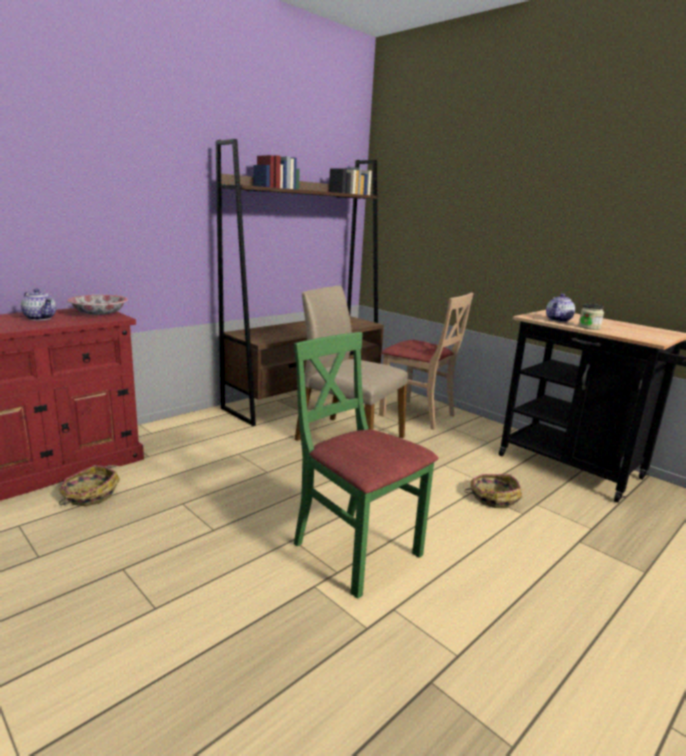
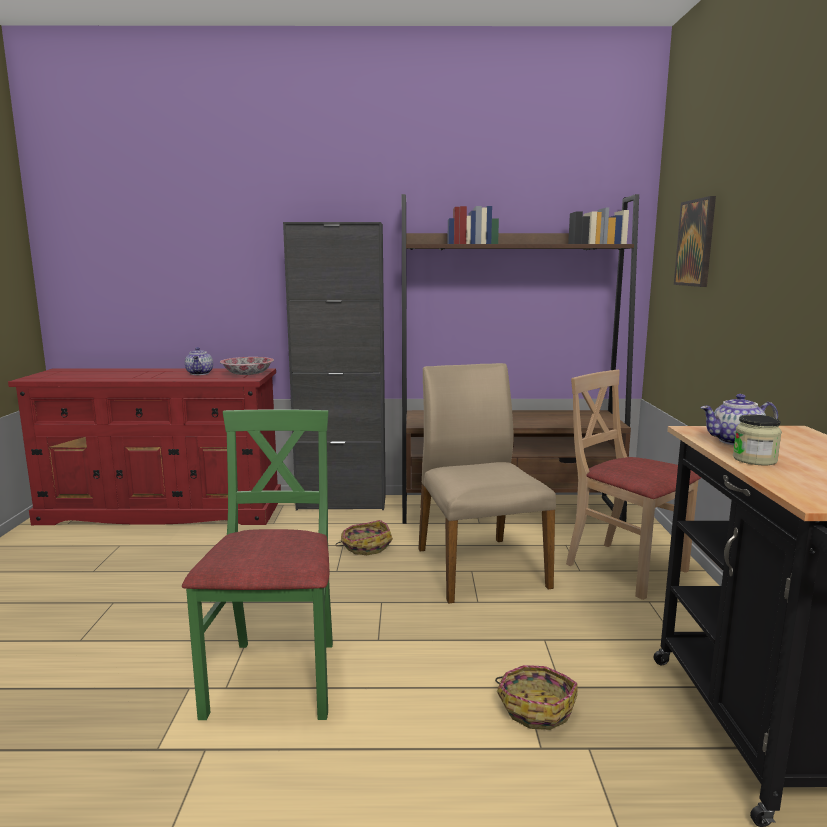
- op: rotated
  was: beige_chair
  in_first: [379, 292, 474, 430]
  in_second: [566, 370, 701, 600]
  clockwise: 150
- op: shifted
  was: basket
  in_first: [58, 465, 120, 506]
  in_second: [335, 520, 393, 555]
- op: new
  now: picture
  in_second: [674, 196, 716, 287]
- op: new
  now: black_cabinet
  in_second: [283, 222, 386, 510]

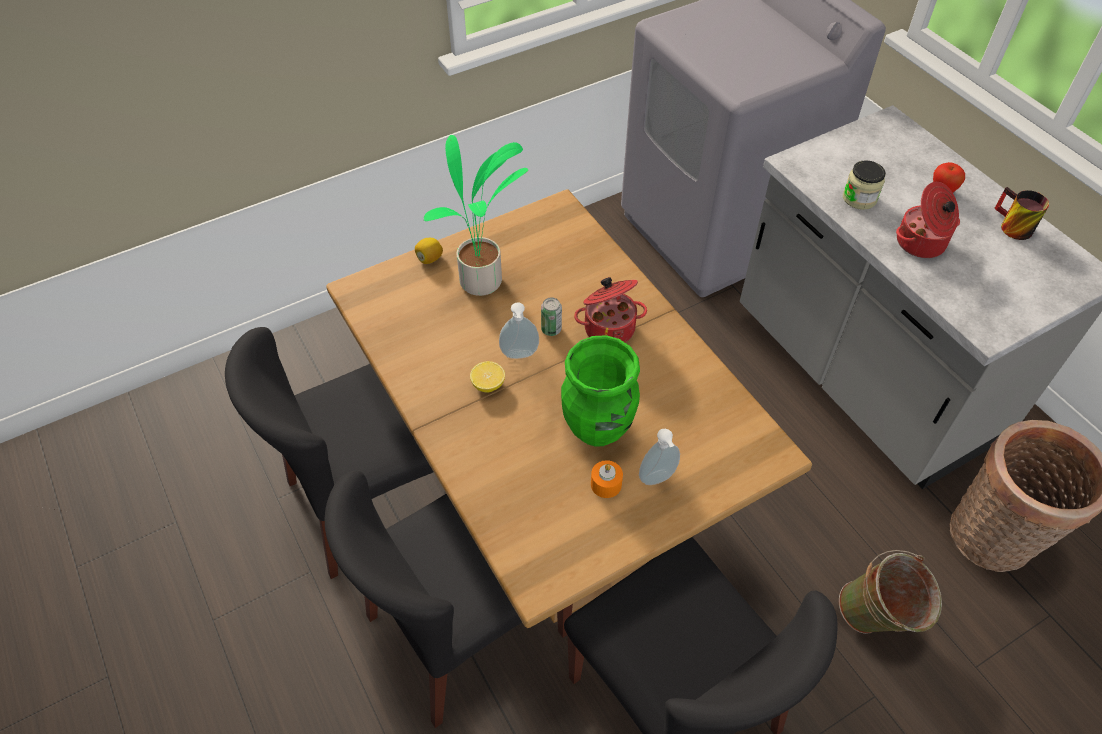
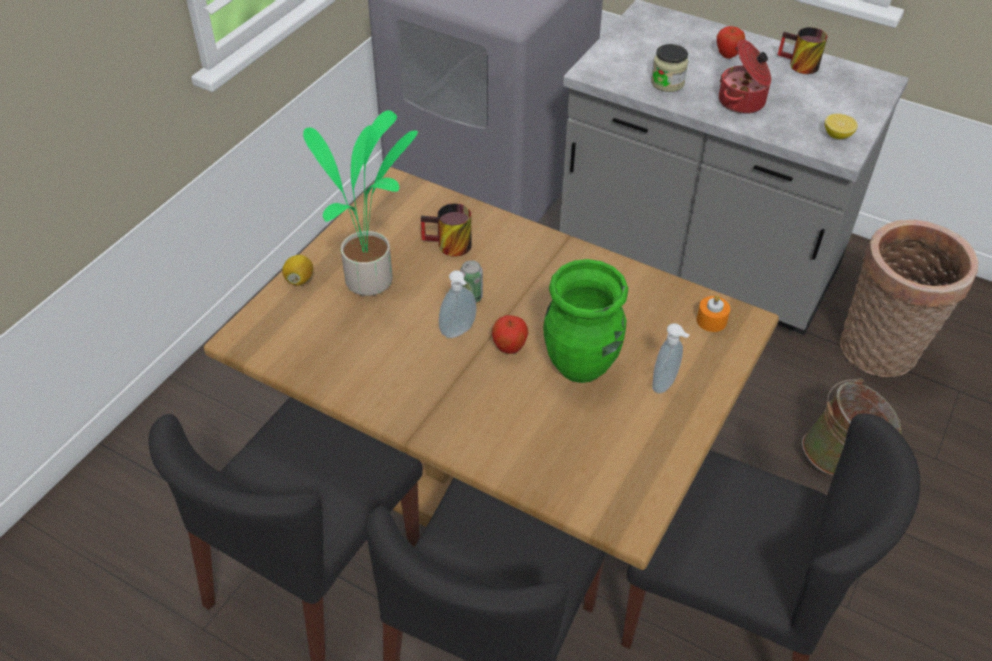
- op: gone
  was: cooking_pot
  in_first: [574, 277, 647, 342]
- op: shifted
  was: lemon
  in_first: [470, 361, 505, 392]
  in_second: [825, 114, 858, 139]
- op: shifted
  was: orange_candle
  in_first: [591, 460, 623, 498]
  in_second: [697, 295, 730, 332]
- op: new
  now: mug
  in_second: [421, 203, 472, 257]
- op: new
  now: apple
  in_second: [492, 315, 529, 354]

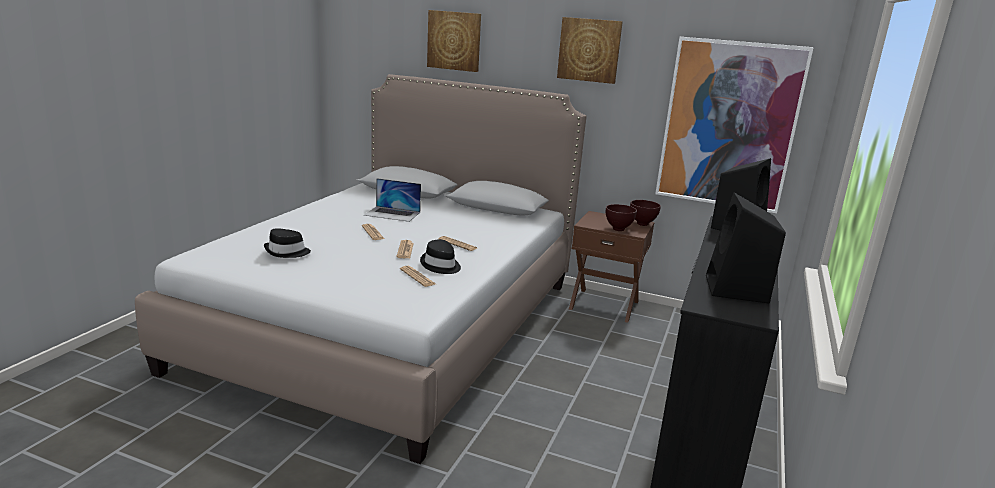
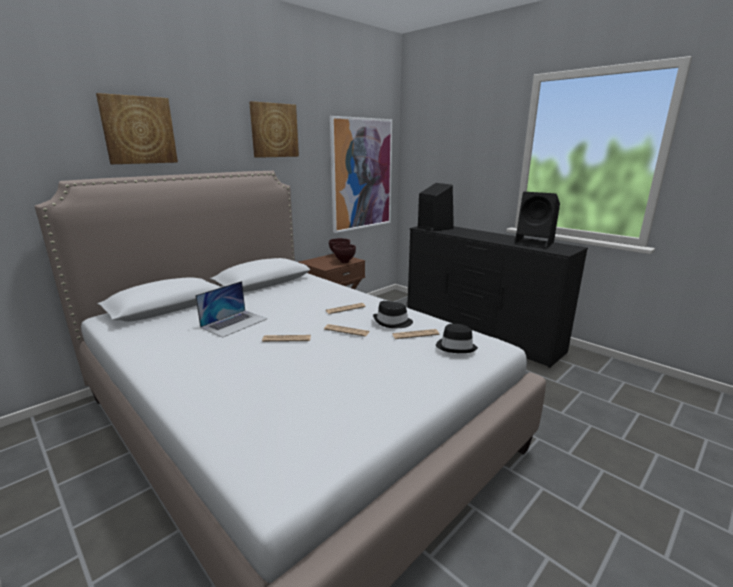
- op: shifted
  was: black_hat
  in_first: [264, 228, 311, 258]
  in_second: [436, 324, 478, 353]

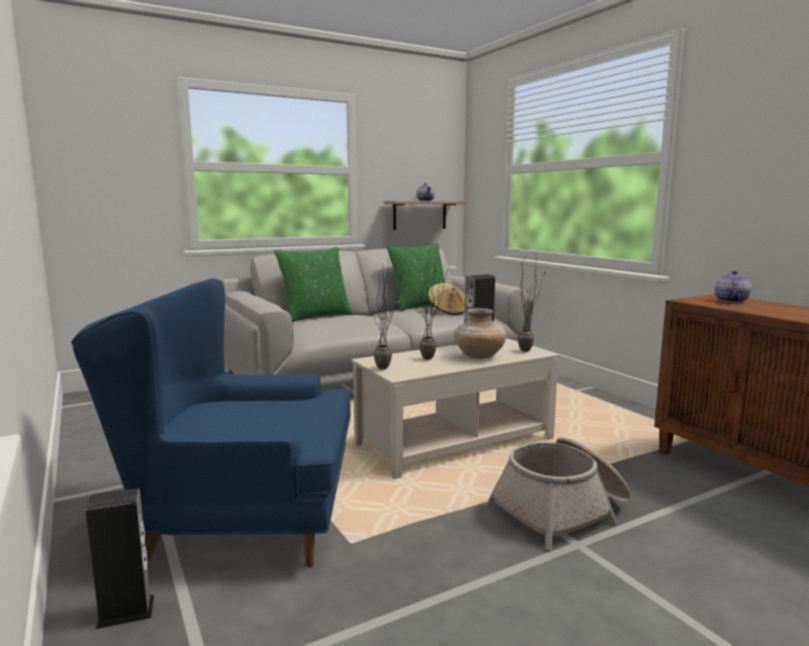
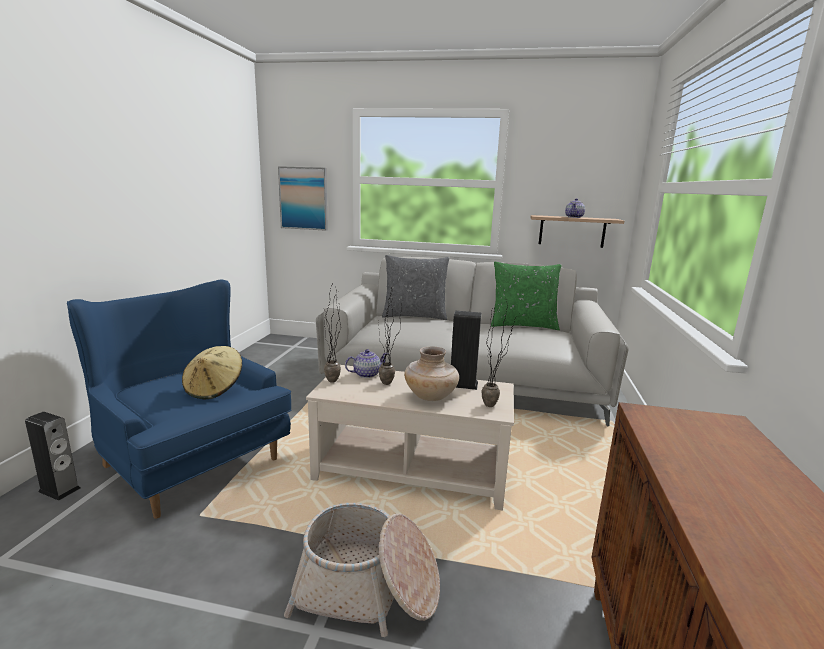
- op: repainted
  was: green_pillow
  now: grey_pillow
  in_first: [274, 247, 353, 322]
  in_second: [382, 255, 450, 320]
- op: shifted
  was: teapot
  in_first: [715, 271, 751, 303]
  in_second: [345, 349, 388, 378]
- op: shifted
  was: beige_hat
  in_first: [428, 283, 465, 315]
  in_second: [182, 346, 242, 399]
- op: new
  now: picture
  in_second: [278, 166, 328, 231]

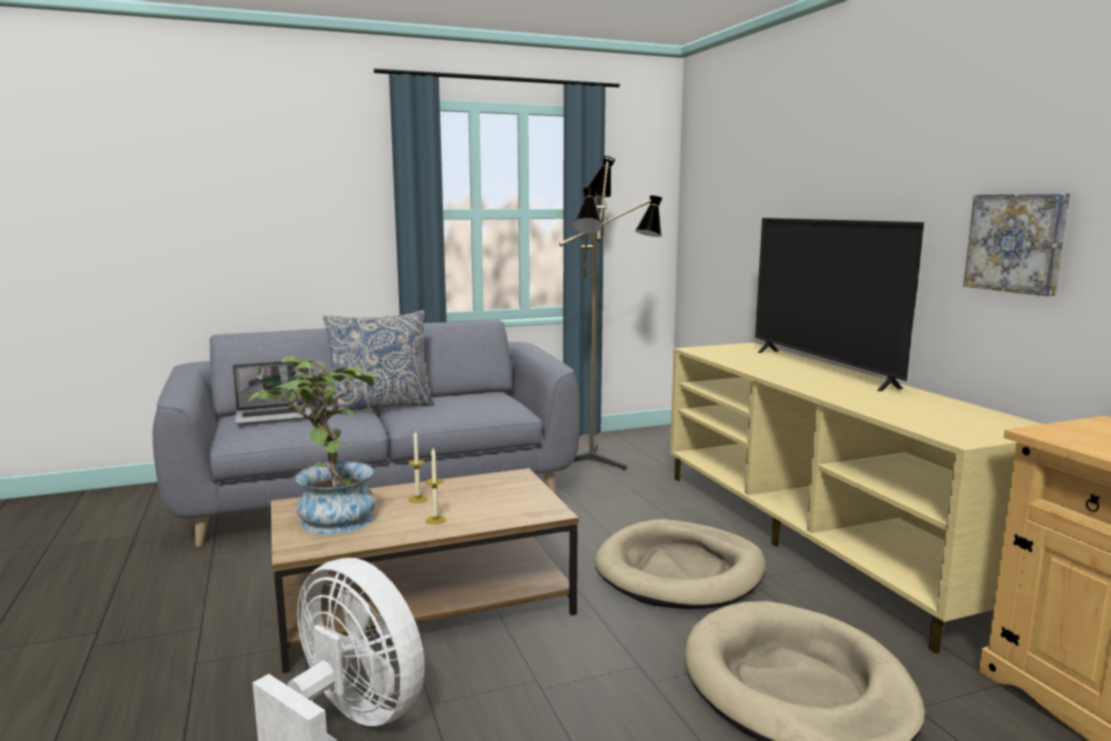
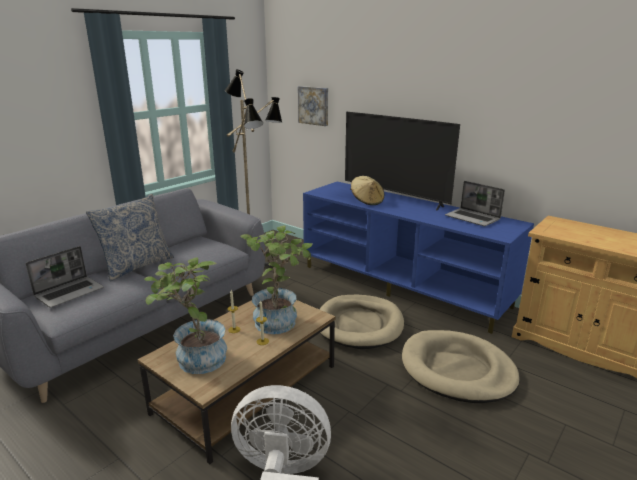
- op: shifted
  was: picture
  in_first: [963, 193, 1070, 296]
  in_second: [298, 86, 328, 126]
- op: repainted
  was: beige_tv_stand
  now: blue_tv_stand
  in_first: [670, 343, 1042, 654]
  in_second: [303, 182, 534, 334]
- op: new
  now: beige_hat
  in_second: [351, 176, 384, 205]
- op: new
  now: laptop
  in_second: [445, 181, 505, 226]
- op: new
  now: potted_plant
  in_second: [240, 226, 313, 334]

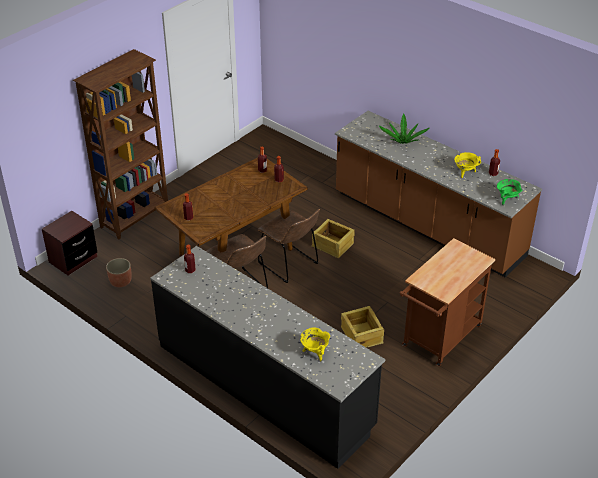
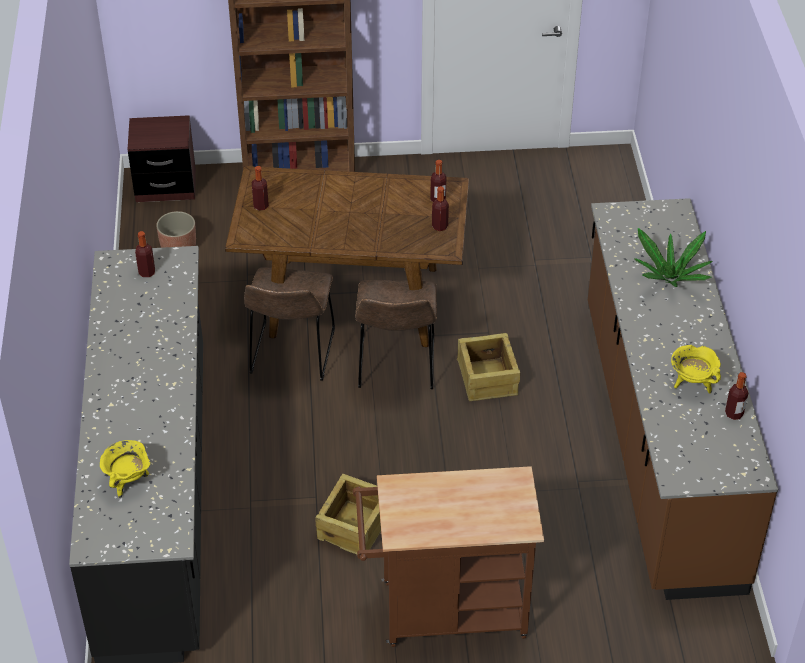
- op: gone
  was: green_cooking_pot
  in_first: [497, 179, 523, 206]

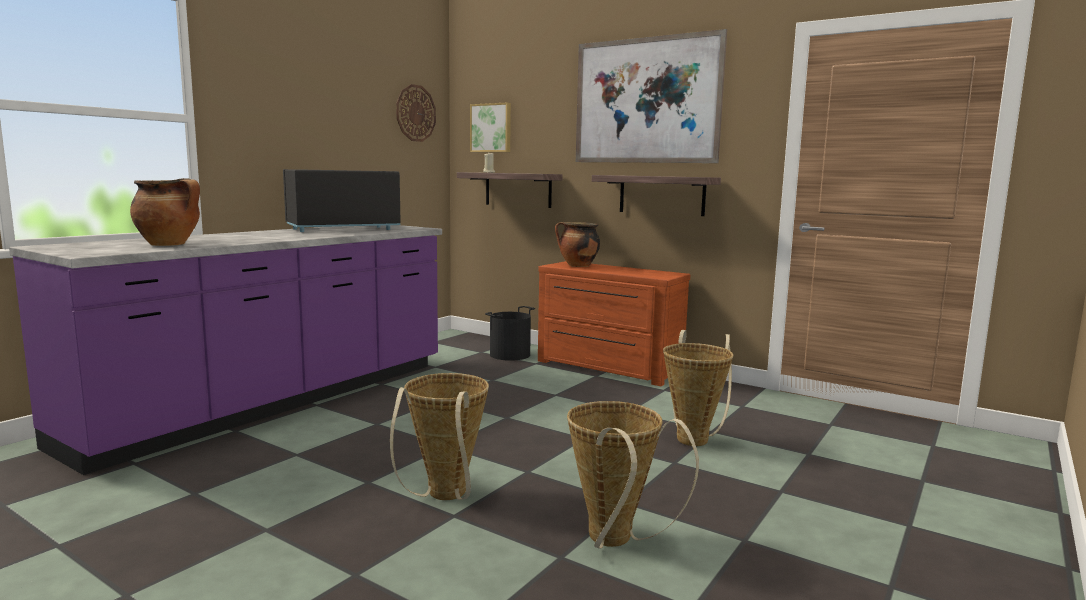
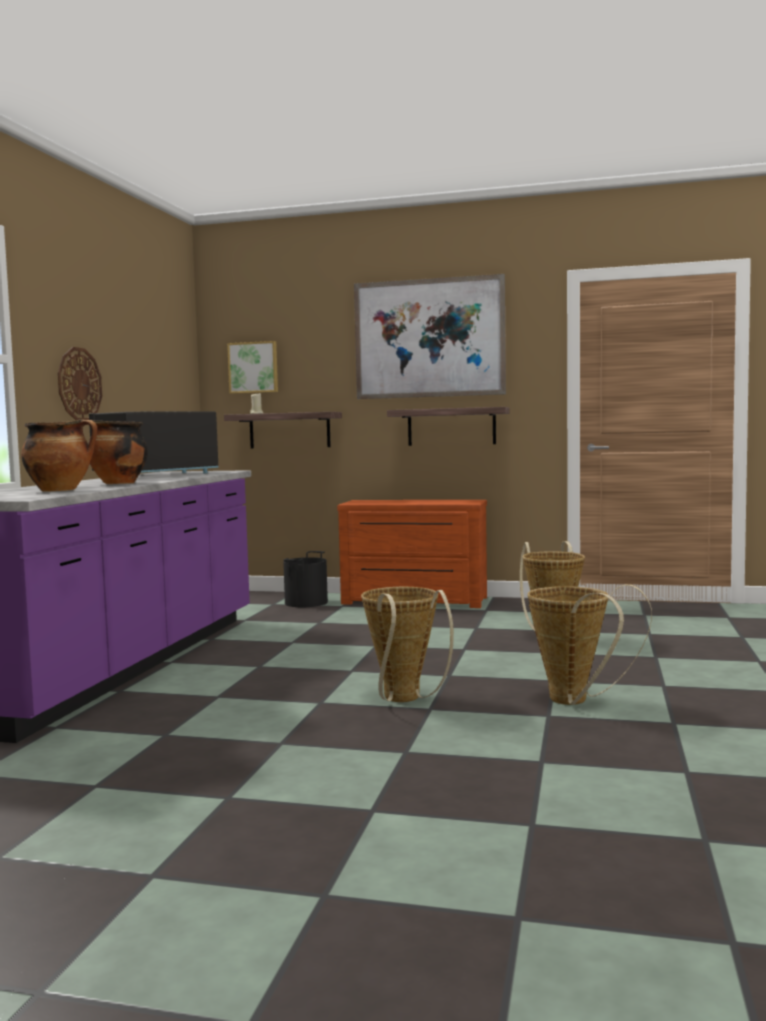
- op: shifted
  was: wall_clock
  in_first: [396, 84, 436, 142]
  in_second: [58, 347, 102, 420]
- op: shifted
  was: cooking_pot
  in_first: [555, 221, 600, 267]
  in_second: [81, 420, 148, 484]

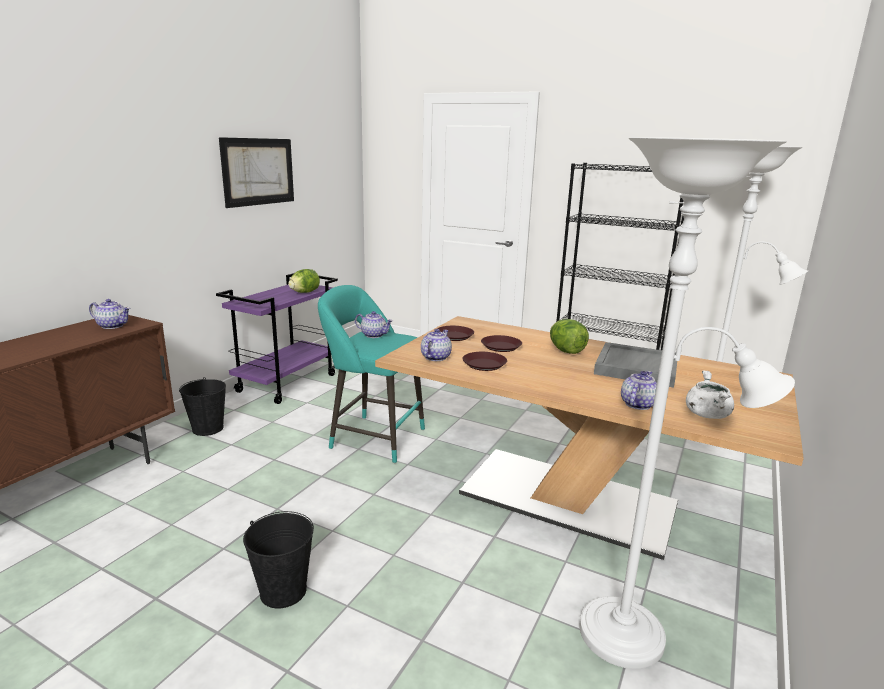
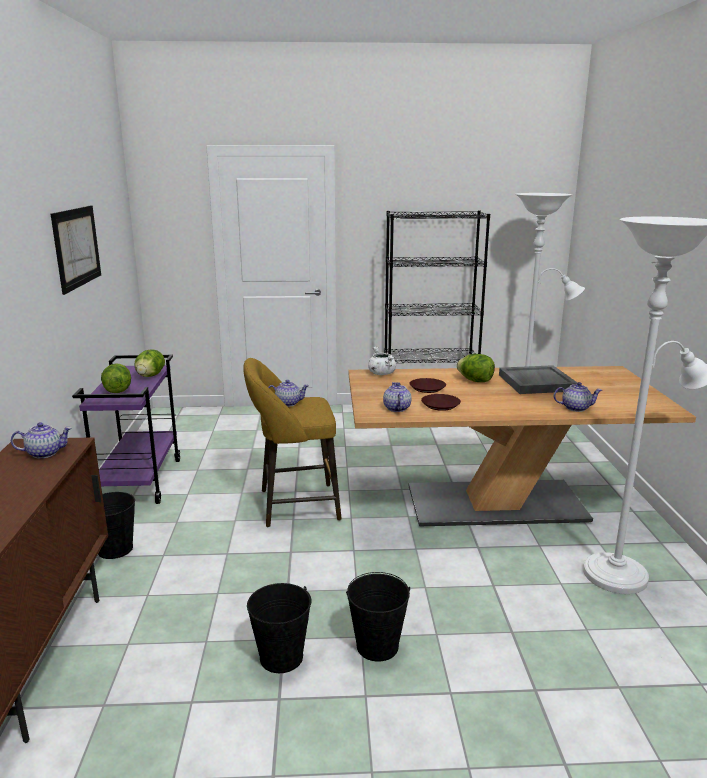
- op: repainted
  was: turquoise_stool
  now: yellow_stool
  in_first: [318, 285, 425, 463]
  in_second: [243, 358, 342, 527]
- op: gone
  was: brown_plate
  in_first: [437, 326, 474, 341]
- op: shifted
  was: white_cooking_pot
  in_first: [686, 370, 734, 419]
  in_second: [368, 347, 396, 375]
- op: rotated
  was: teapot
  in_first: [621, 371, 657, 410]
  in_second: [554, 382, 602, 412]
  clockwise: 90
- op: new
  now: lettuce
  in_second: [101, 363, 131, 393]
- op: new
  now: black_bucket
  in_second: [247, 583, 312, 673]

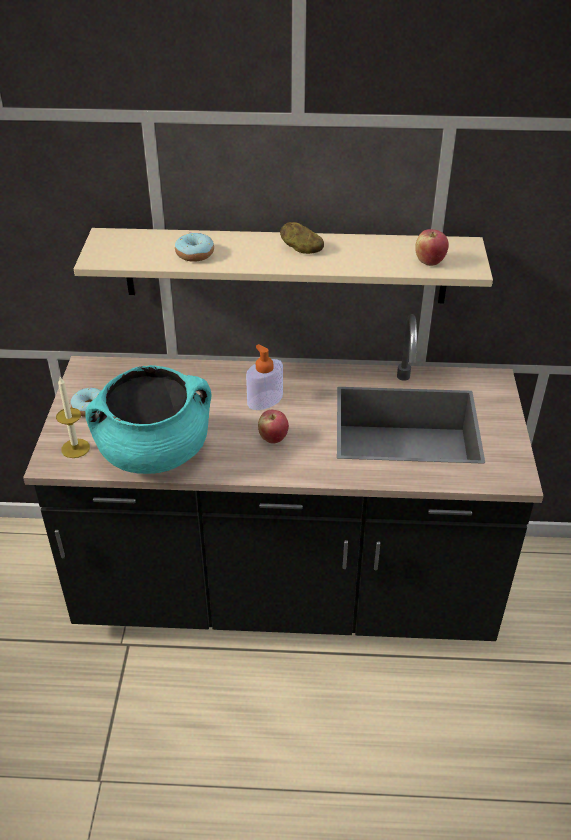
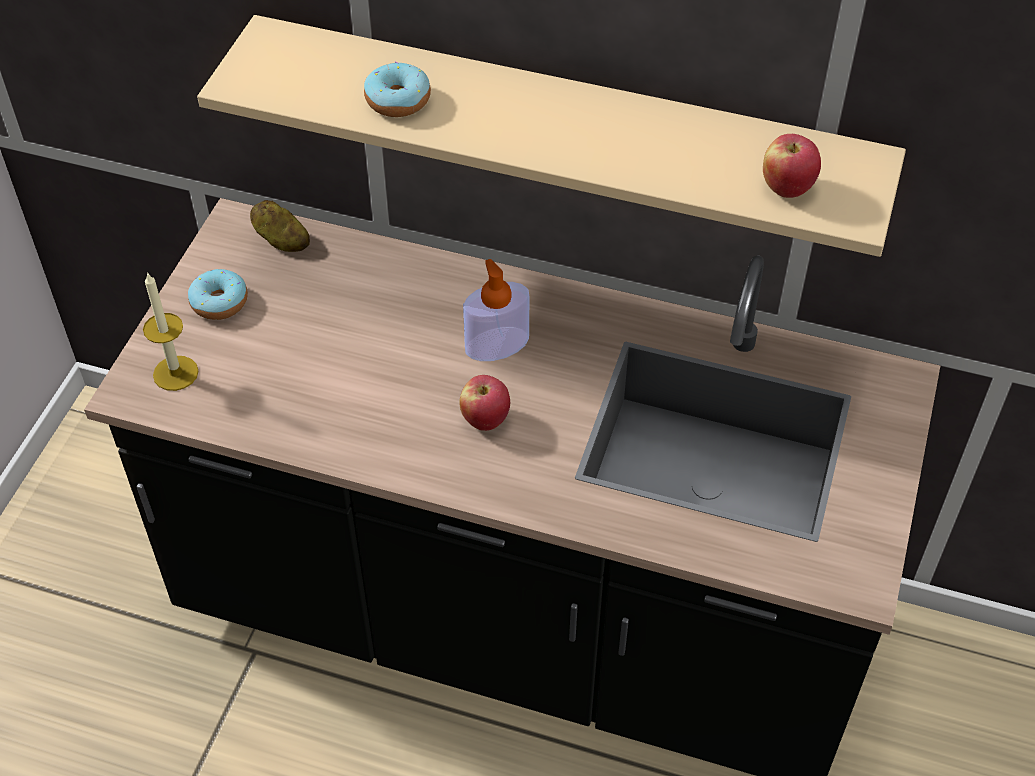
- op: shifted
  was: potato
  in_first: [280, 222, 324, 254]
  in_second: [250, 200, 310, 252]
- op: gone
  was: turquoise_cooking_pot
  in_first: [85, 365, 211, 474]

